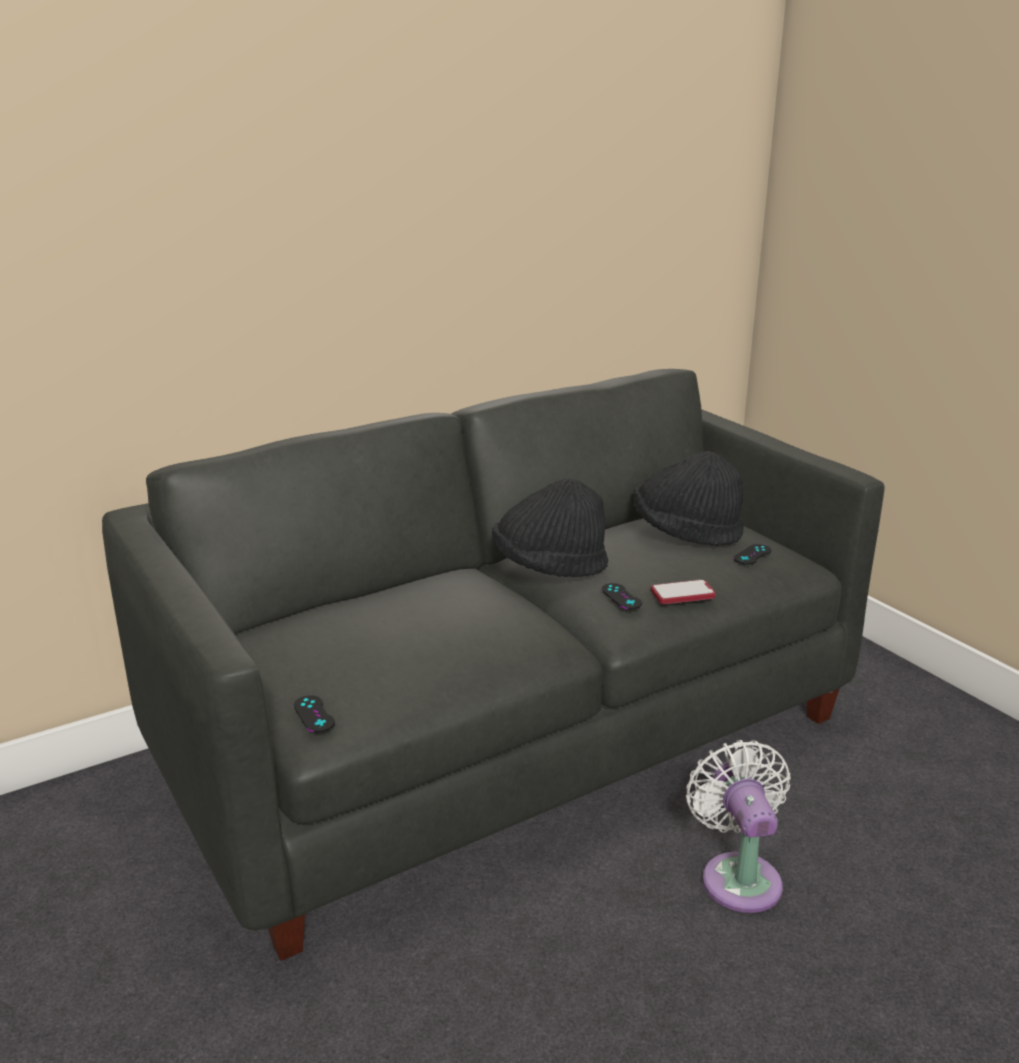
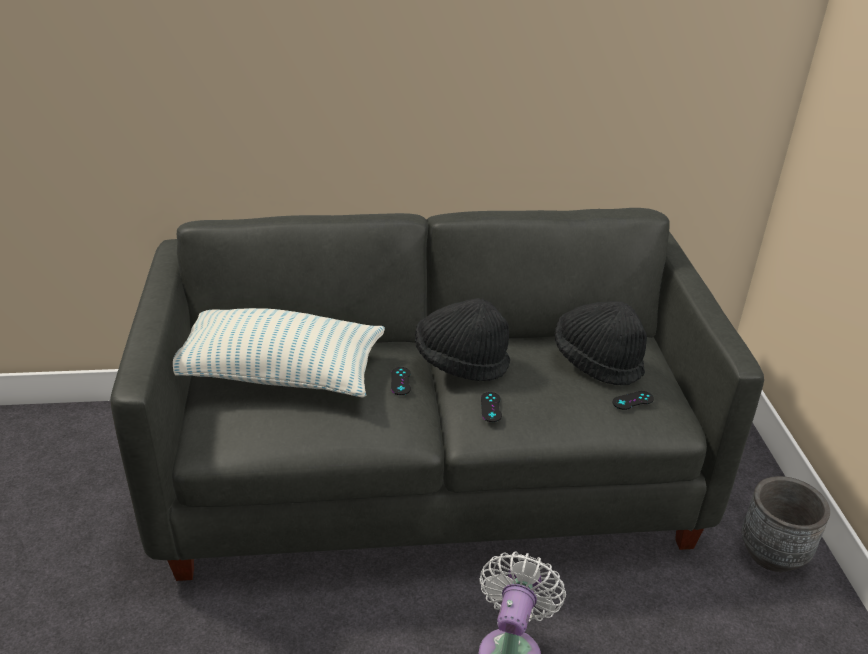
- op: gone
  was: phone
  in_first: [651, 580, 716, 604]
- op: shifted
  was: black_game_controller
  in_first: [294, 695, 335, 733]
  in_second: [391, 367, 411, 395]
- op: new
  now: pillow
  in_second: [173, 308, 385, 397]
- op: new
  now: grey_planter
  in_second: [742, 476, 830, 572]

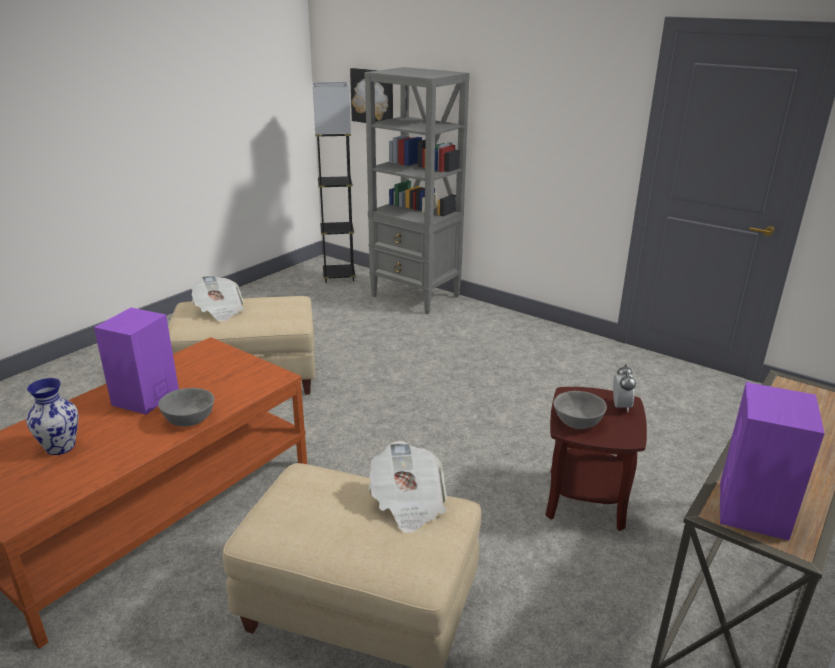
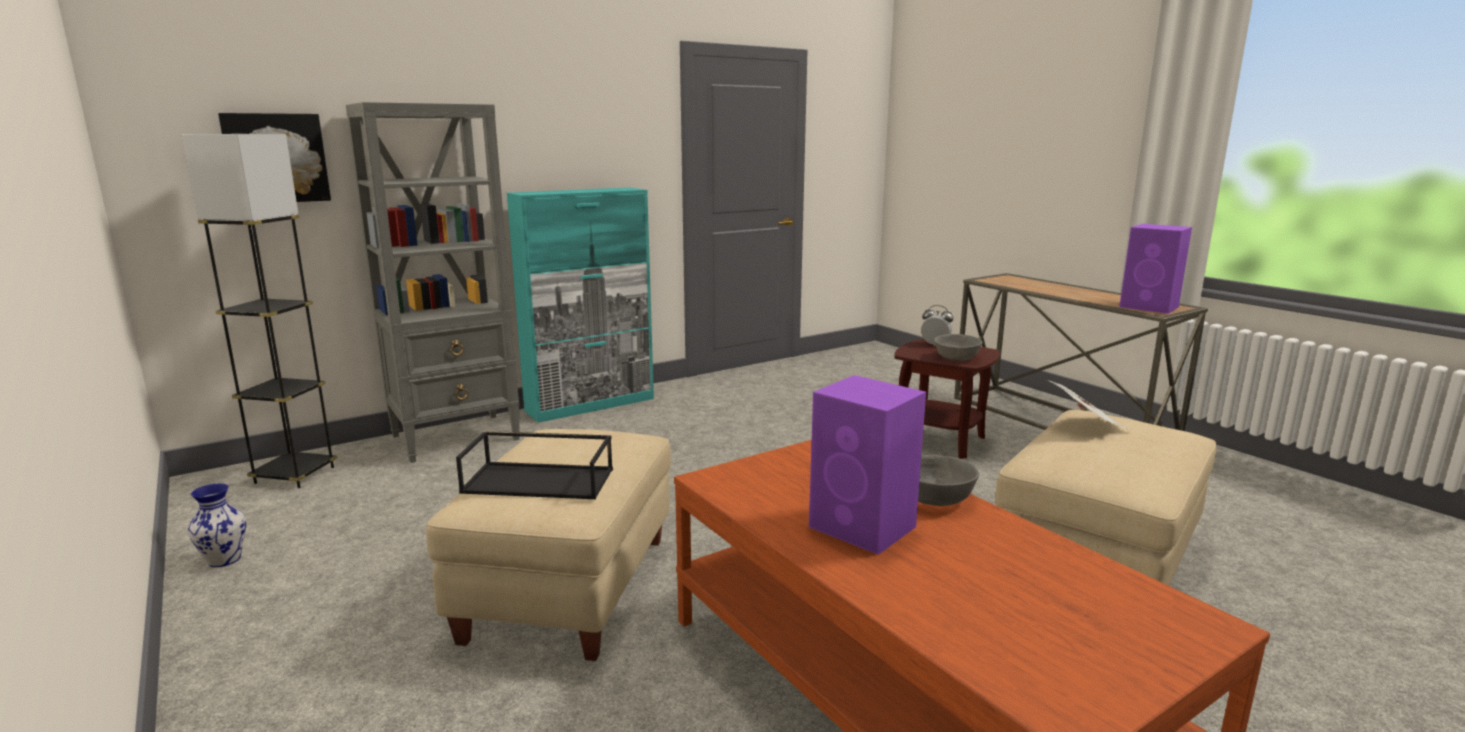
- op: swapped
  was: newspaper
  now: black_tray
  in_first: [191, 275, 245, 322]
  in_second: [456, 431, 613, 499]
- op: shifted
  was: vase
  in_first: [26, 378, 78, 455]
  in_second: [188, 483, 246, 567]
- op: new
  now: turquoise_cabinet
  in_second: [507, 187, 654, 423]

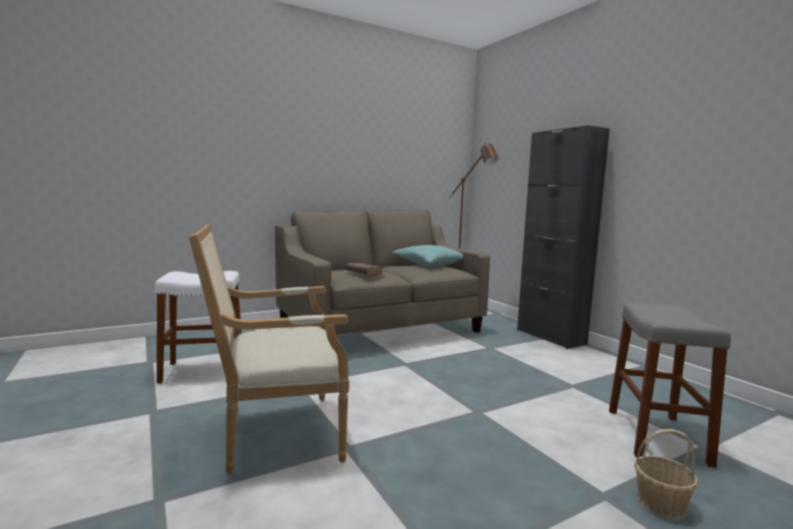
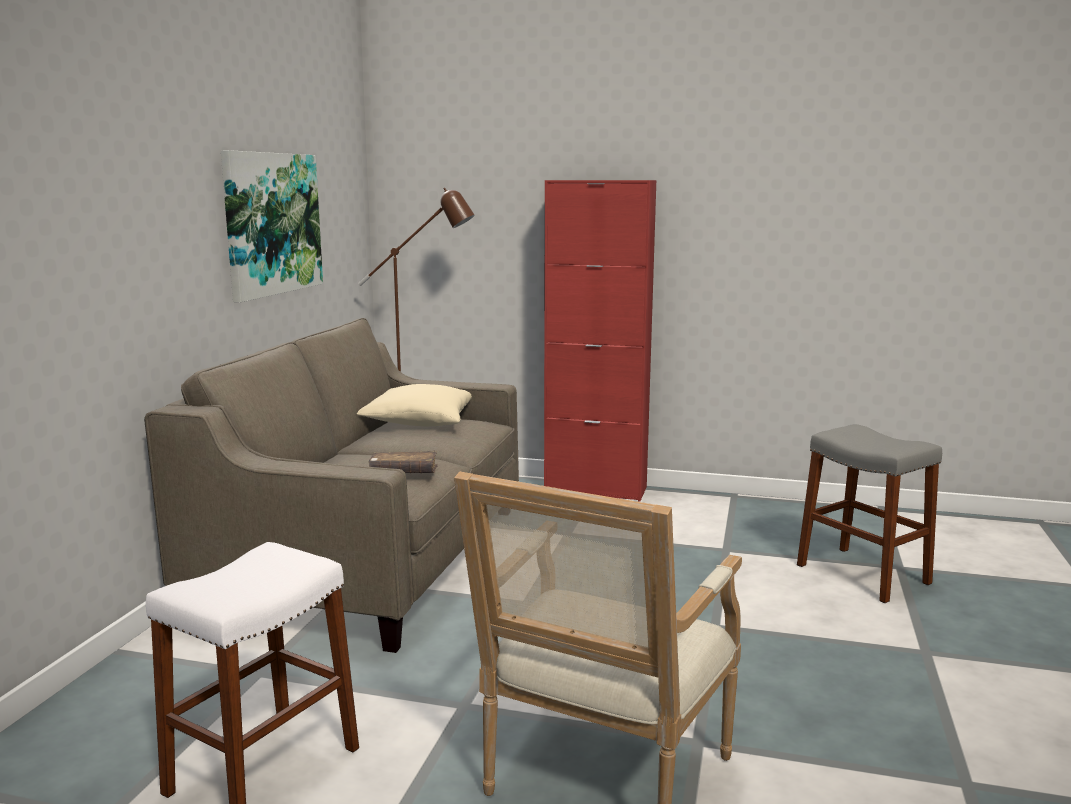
- op: repainted
  was: black_cabinet
  now: red_cabinet
  in_first: [517, 125, 610, 349]
  in_second: [544, 180, 656, 502]
- op: repainted
  was: turquoise_pillow
  now: beige_pillow
  in_first: [392, 245, 464, 266]
  in_second: [357, 384, 472, 426]
- op: gone
  was: basket
  in_first: [634, 429, 698, 519]
- op: new
  now: picture
  in_second: [221, 150, 323, 302]

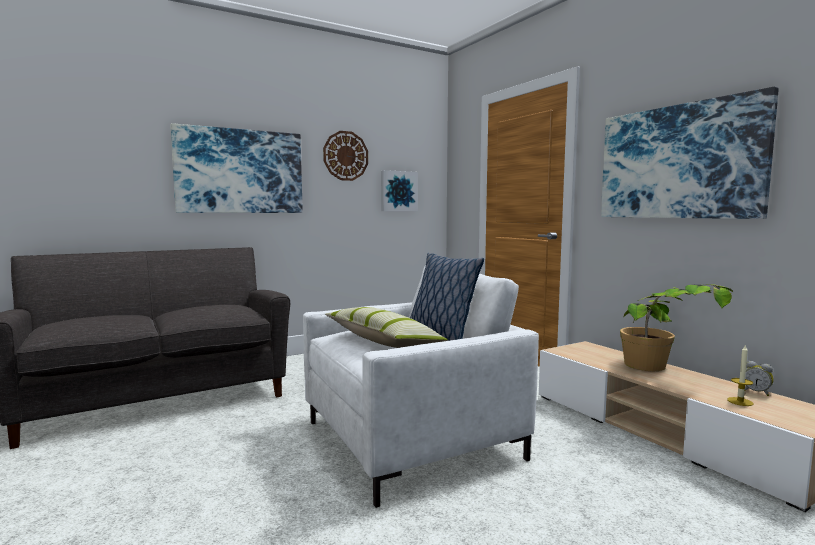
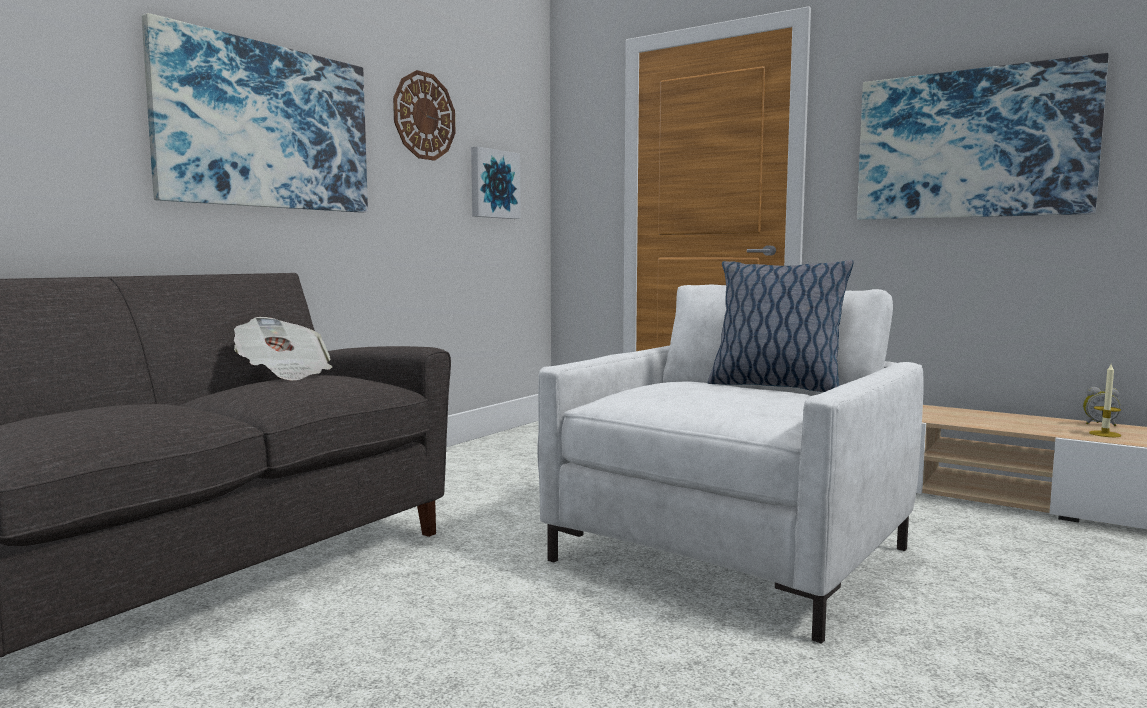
- op: gone
  was: potted_plant
  in_first: [620, 284, 733, 371]
- op: gone
  was: pillow
  in_first: [325, 307, 448, 348]
- op: new
  now: newspaper
  in_second: [234, 317, 332, 380]

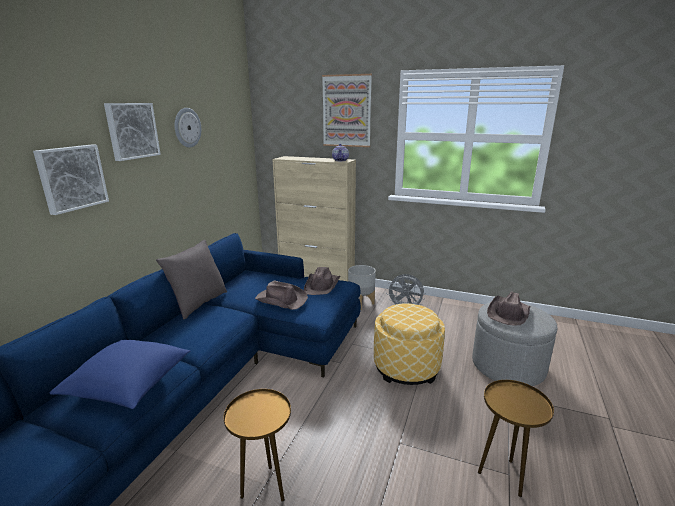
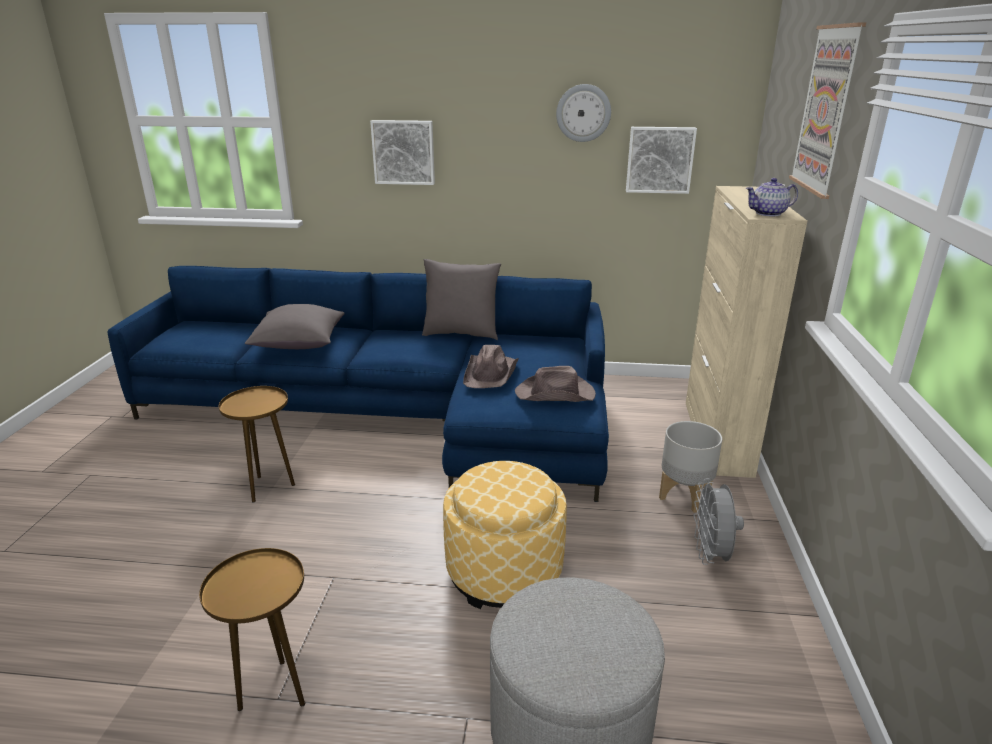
- op: shifted
  was: picture
  in_first: [104, 103, 161, 161]
  in_second: [626, 127, 697, 194]
- op: gone
  was: brown_hat
  in_first: [487, 292, 531, 326]
- op: repainted
  was: blue_pillow
  now: grey_pillow
  in_first: [49, 340, 190, 409]
  in_second: [245, 304, 345, 349]

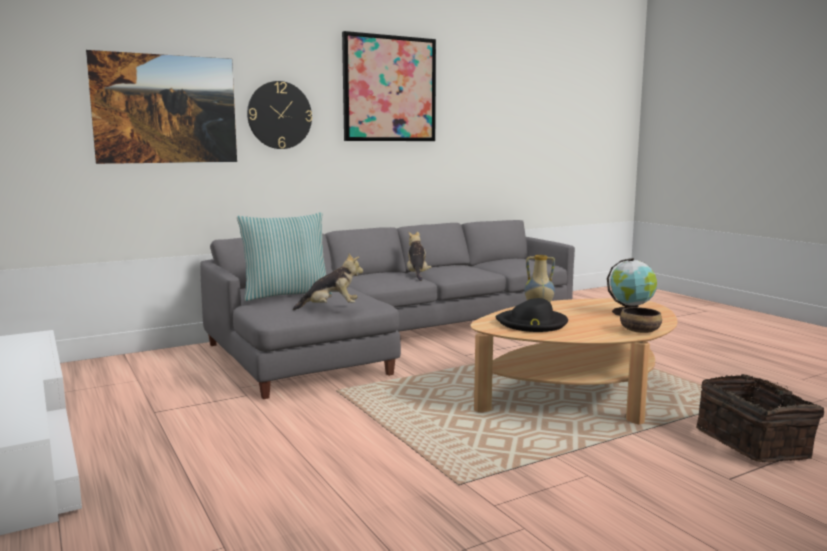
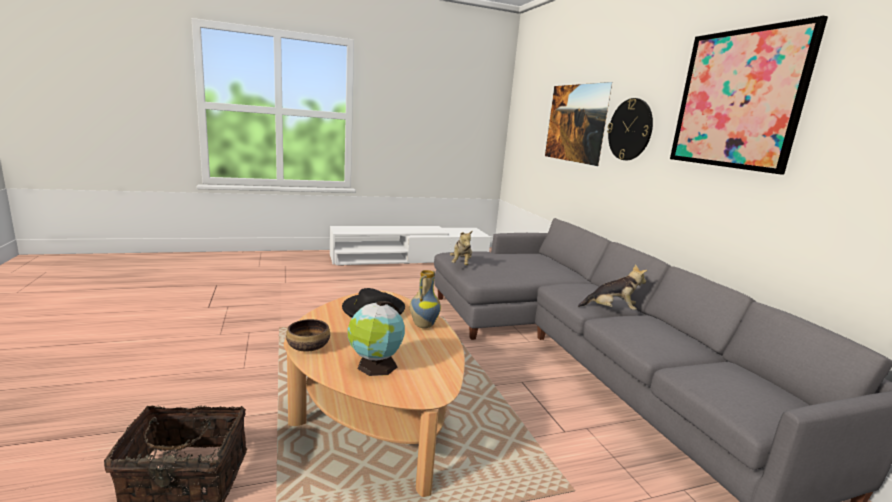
- op: gone
  was: pillow
  in_first: [237, 212, 332, 301]

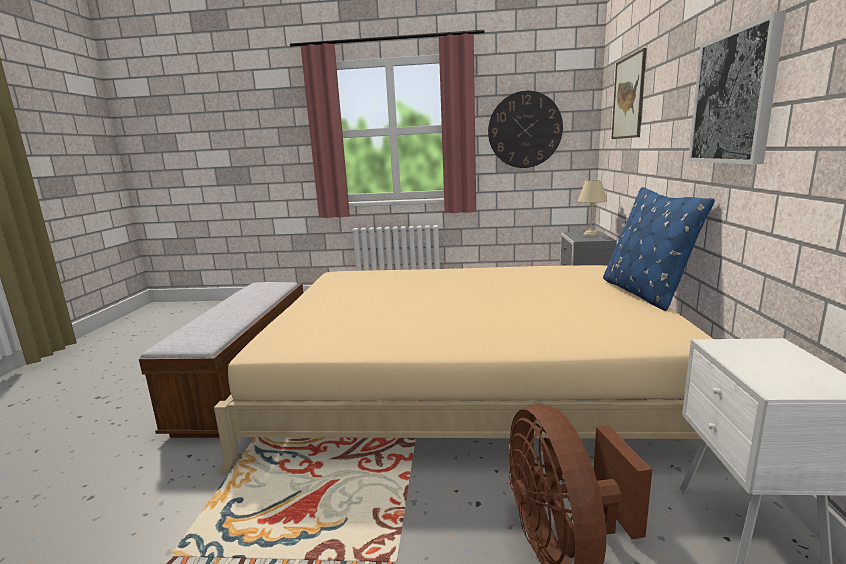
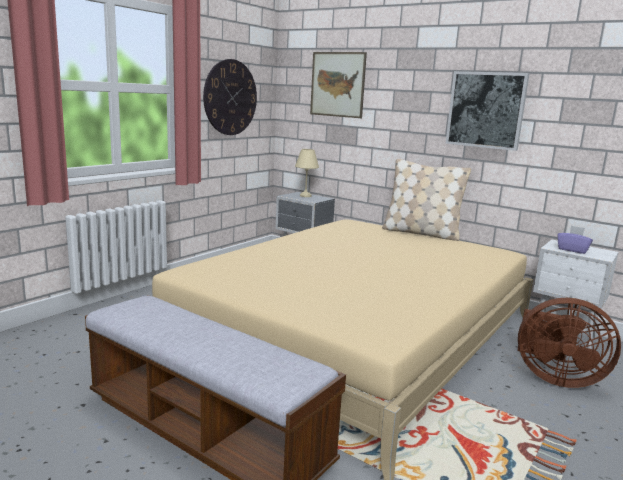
- op: repainted
  was: blue_pillow
  now: beige_pillow
  in_first: [603, 187, 715, 311]
  in_second: [382, 159, 471, 241]
- op: new
  now: purple_tissue_box
  in_second: [557, 226, 593, 254]

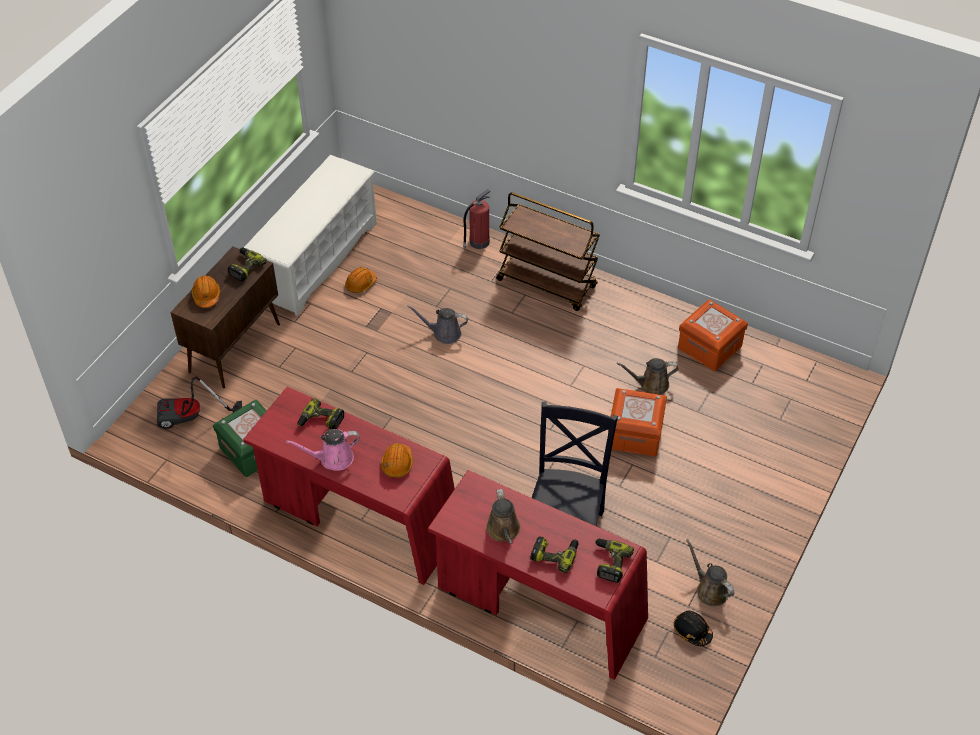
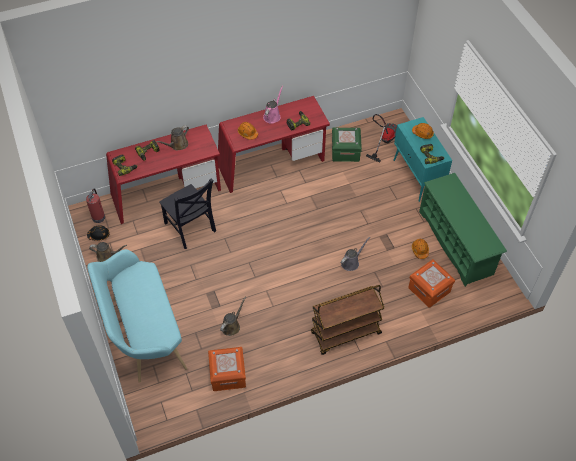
- op: repainted
  was: white_shoe_rack
  now: green_shoe_rack
  in_first: [244, 155, 377, 316]
  in_second: [419, 173, 507, 287]
- op: shifted
  was: fire_extinguisher
  in_first: [463, 189, 491, 249]
  in_second: [86, 189, 105, 223]
- op: repainted
  was: brown_cabinet
  now: turquoise_cabinet
  in_first: [170, 246, 280, 389]
  in_second: [393, 117, 452, 202]
- op: shifted
  was: orange_storage_box
  in_first: [608, 388, 667, 456]
  in_second: [408, 259, 455, 308]
- op: rotated
  was: brown_watering_can
  in_first: [486, 489, 520, 545]
  in_second: [156, 125, 189, 151]
  clockwise: -75
- op: new
  now: turquoise_bench
  in_second: [87, 249, 187, 383]

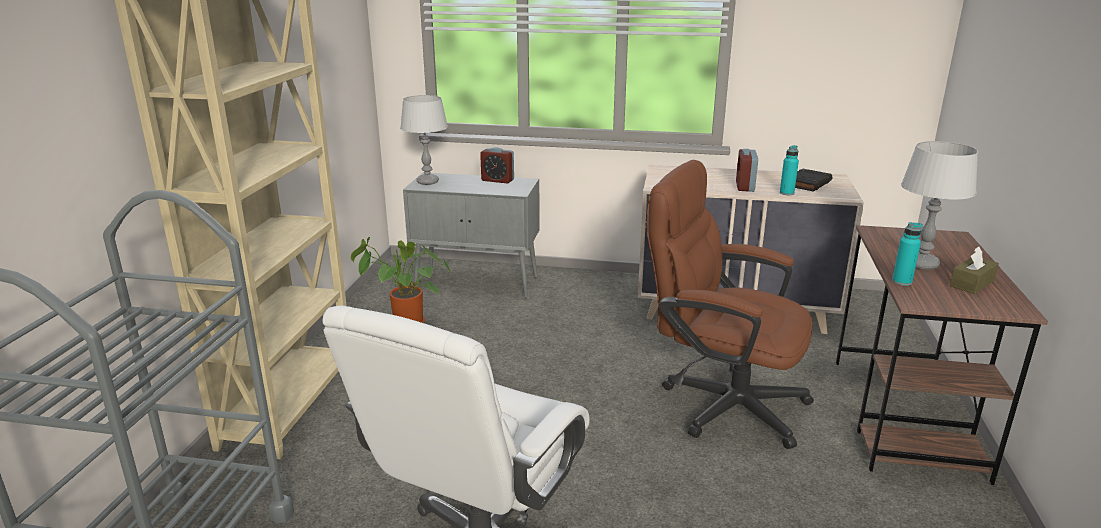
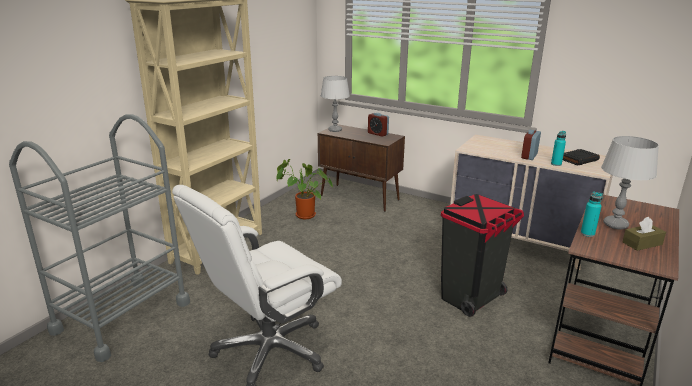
- op: swapped
  was: brown_office_chair
  now: black_trash_can
  in_first: [647, 160, 814, 449]
  in_second: [441, 194, 524, 317]
- op: repainted
  was: grey_cabinet
  now: brown_cabinet
  in_first: [403, 172, 540, 298]
  in_second: [318, 124, 405, 212]

